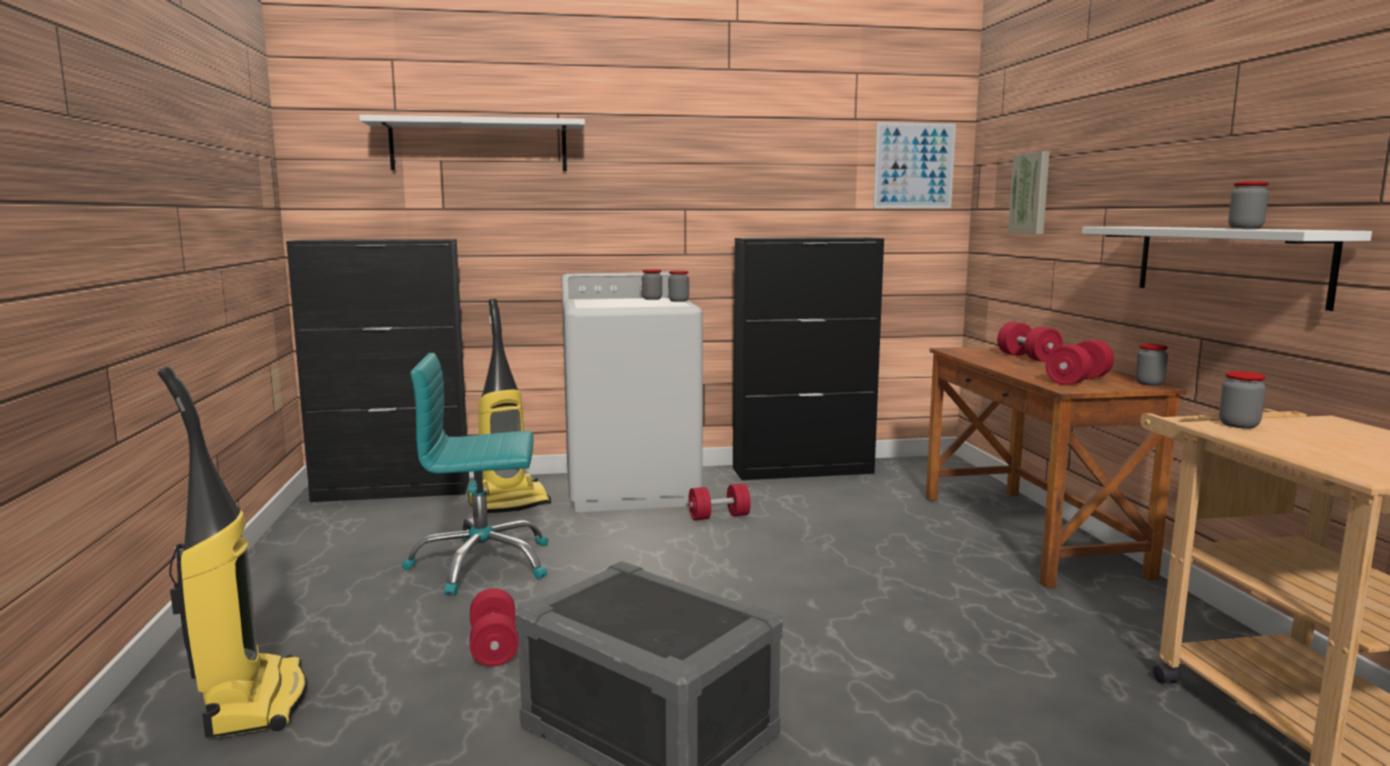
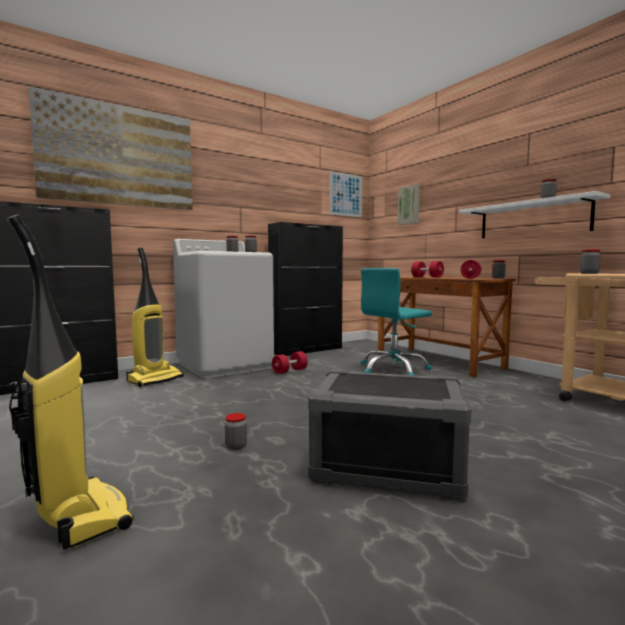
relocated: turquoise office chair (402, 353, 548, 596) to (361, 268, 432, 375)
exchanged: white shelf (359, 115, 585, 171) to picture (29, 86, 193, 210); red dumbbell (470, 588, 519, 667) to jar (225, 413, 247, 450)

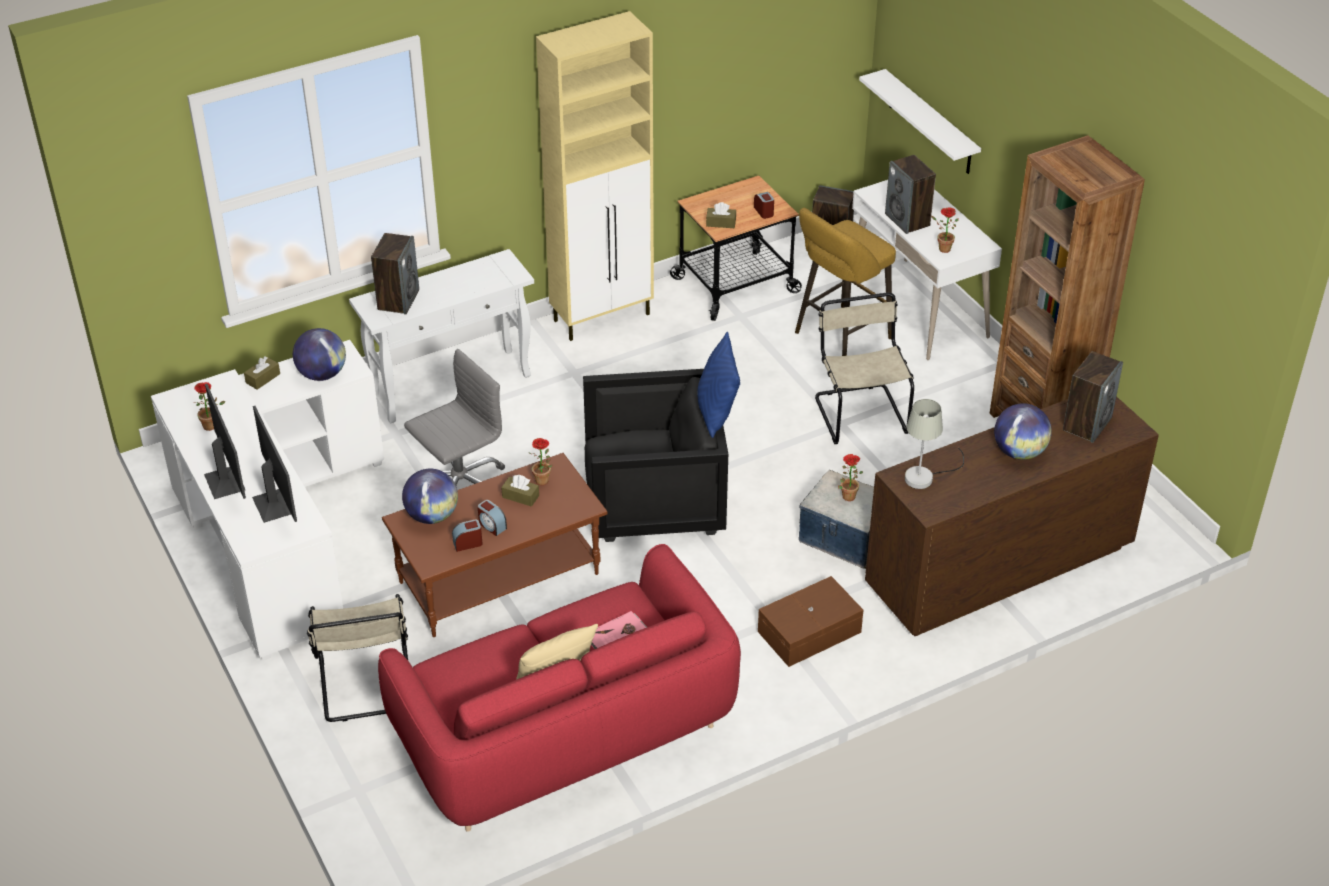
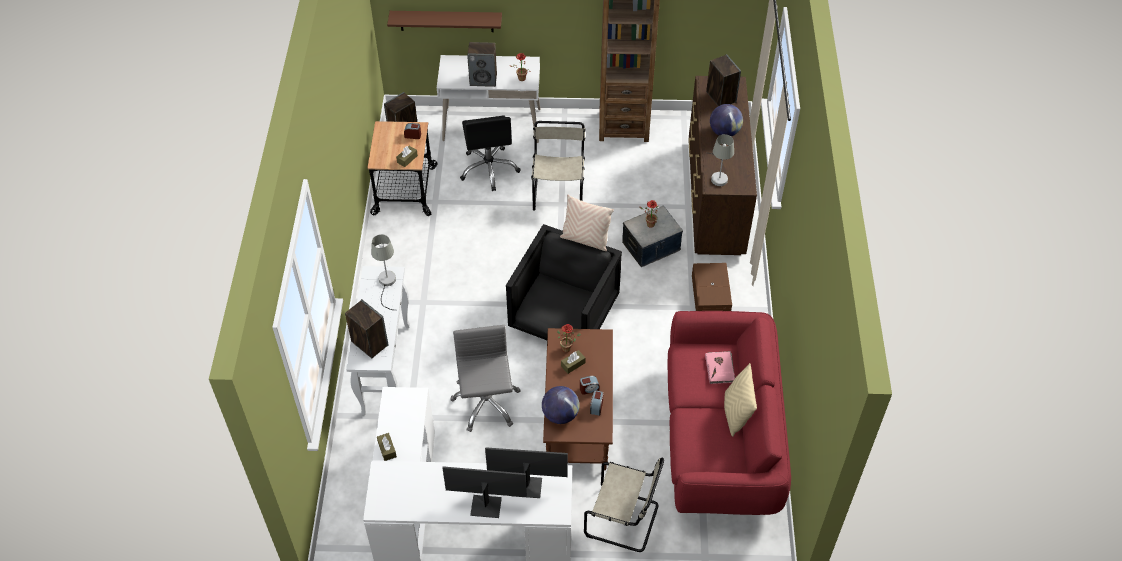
missing: potted plant (194, 382, 225, 431); globe (293, 328, 346, 381); beige cabinet (536, 11, 654, 341)
appeared: grey table lamp (371, 234, 396, 310)
exchanged: yellow stool (795, 208, 896, 356) to black office chair (460, 115, 521, 191)
colour: white shelf (859, 69, 981, 174) to brown shelf (387, 11, 502, 32); blue pillow (697, 332, 740, 438) to beige pillow (560, 195, 614, 251)
spun: beige chair (815, 293, 914, 444) = (531, 121, 586, 210) 75 degrees clockwise

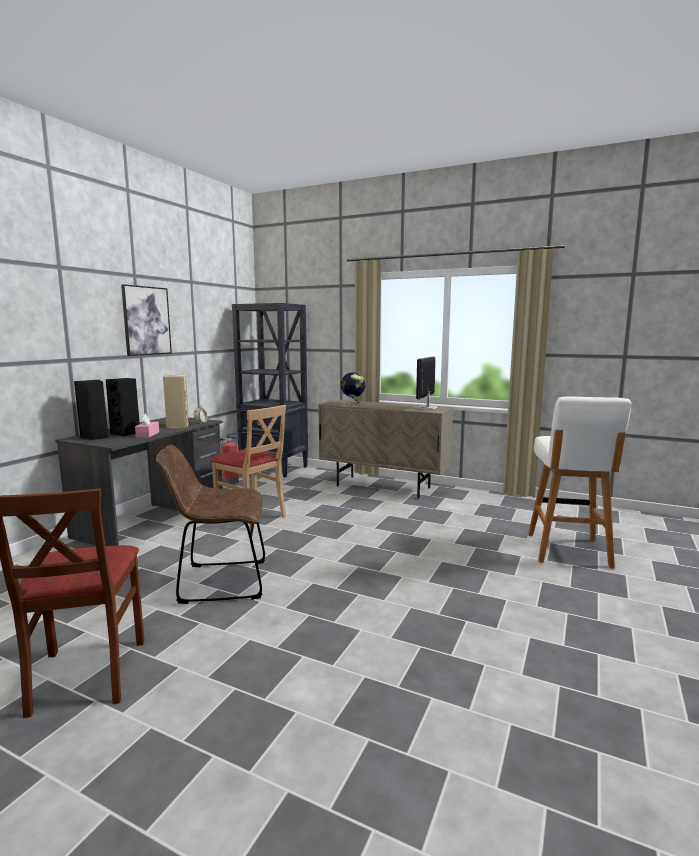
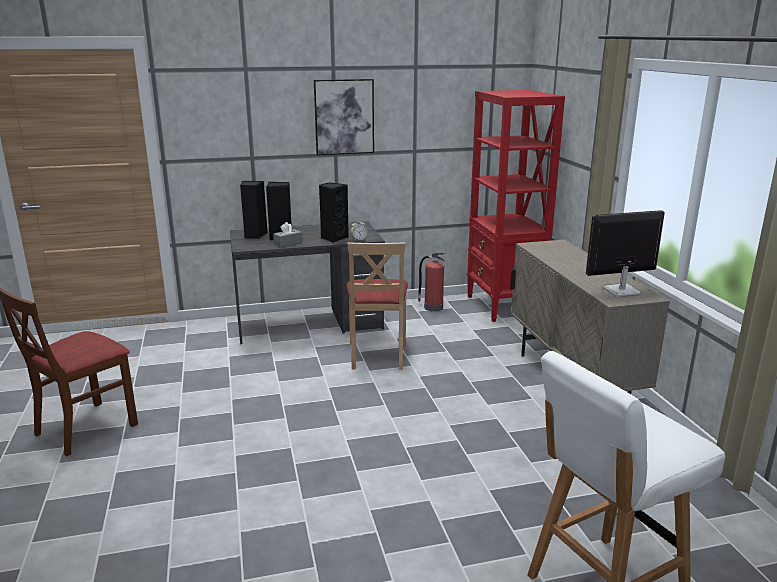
missing: brown chair (156, 445, 265, 604); globe (341, 372, 366, 406)
colour: pink tissue box (135, 414, 159, 438) to grey tissue box (273, 222, 302, 247); beige speaker (163, 375, 189, 428) to black speaker (319, 183, 349, 243); black bookcase (232, 303, 308, 477) to red bookcase (467, 90, 565, 322)

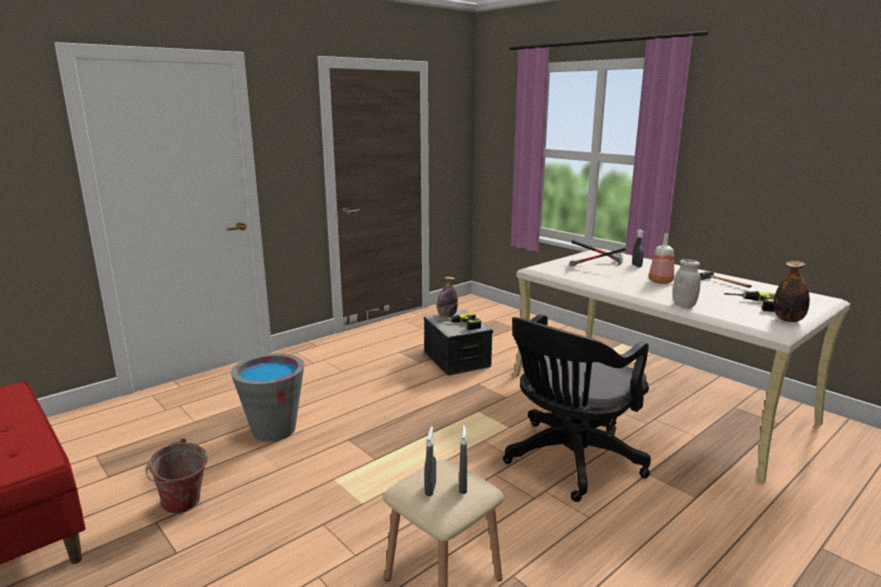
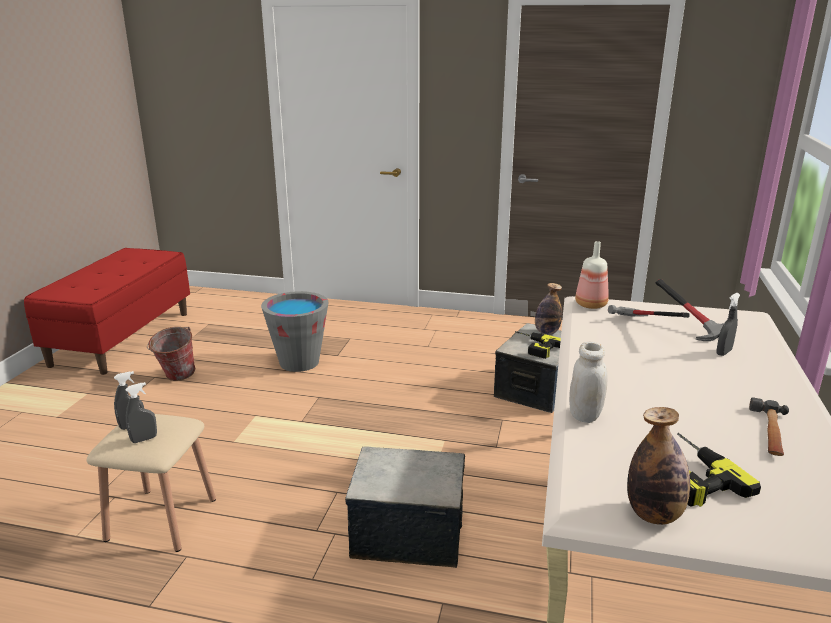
relocated: bottle (649, 234, 674, 284) to (575, 241, 609, 309)
exchanged: black office chair (503, 314, 651, 502) to storage box (345, 447, 465, 568)

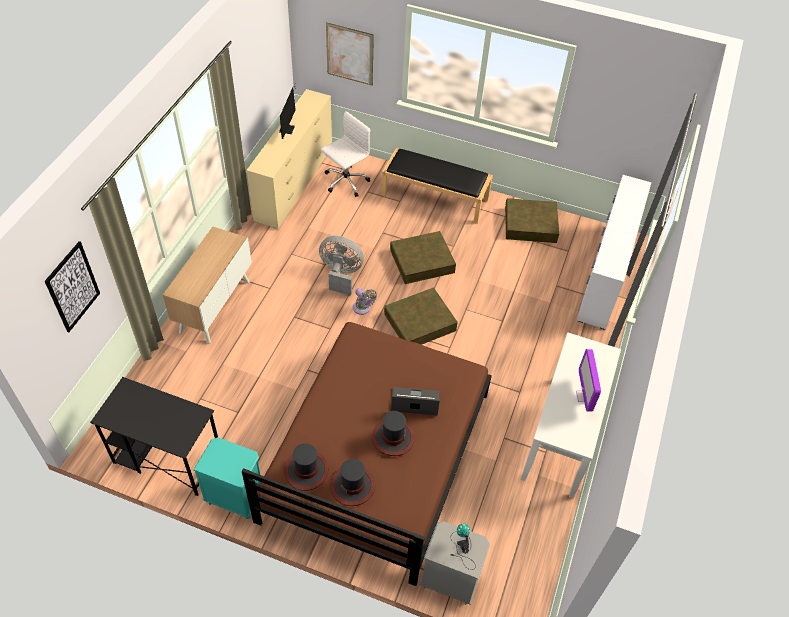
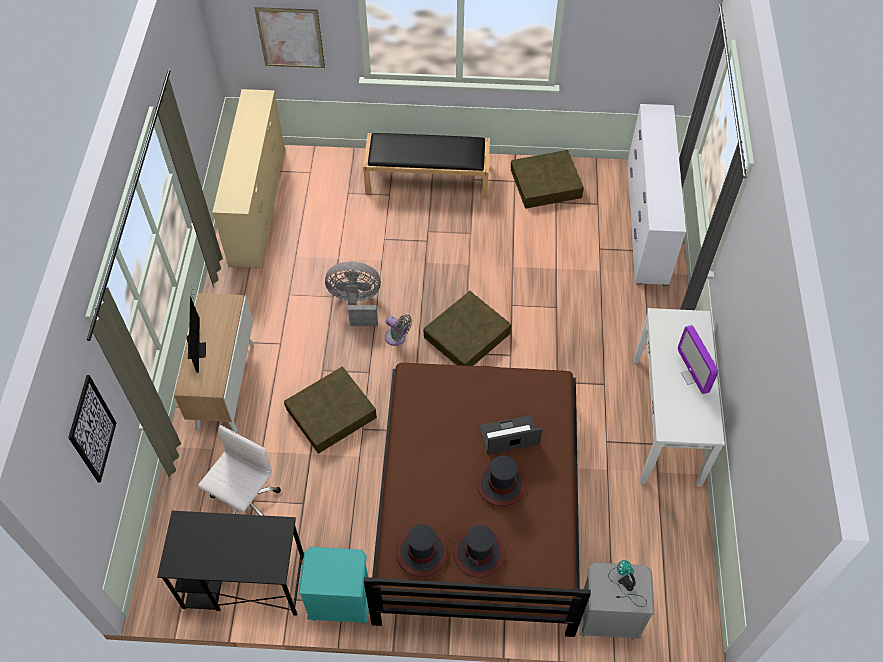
relocated: monitor (279, 83, 298, 139) to (186, 287, 206, 373); white office chair (321, 111, 370, 197) to (198, 425, 281, 516); brown storage box (390, 231, 456, 284) to (284, 366, 377, 454)

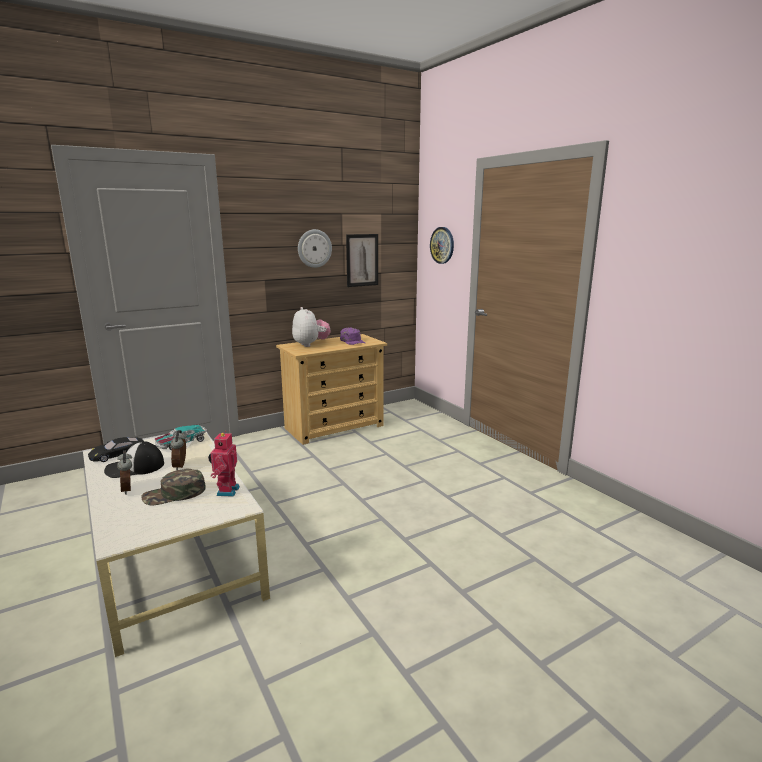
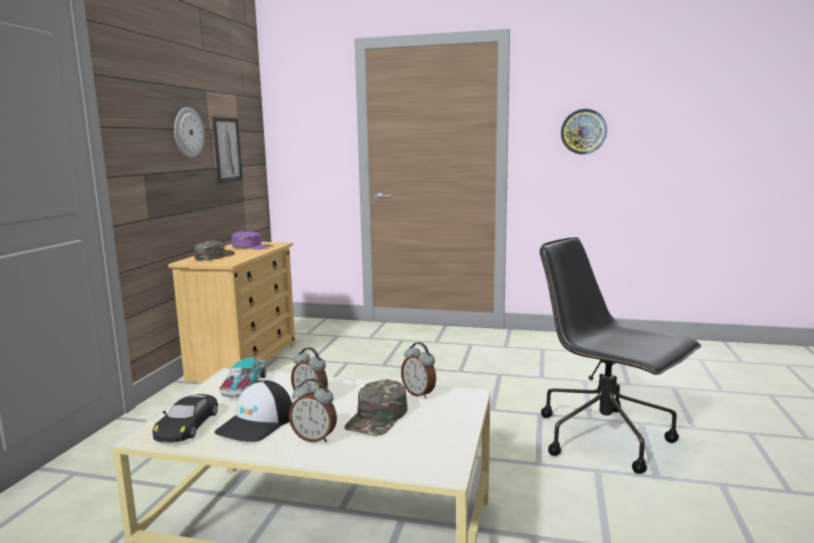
appeared: black office chair (540, 237, 701, 474)
relocated: wall clock (430, 227, 454, 264) to (561, 109, 607, 154)
exchanged: plush toy (292, 307, 330, 347) to green cap (194, 241, 235, 260); toy robot (208, 431, 240, 497) to alarm clock (401, 342, 436, 399)

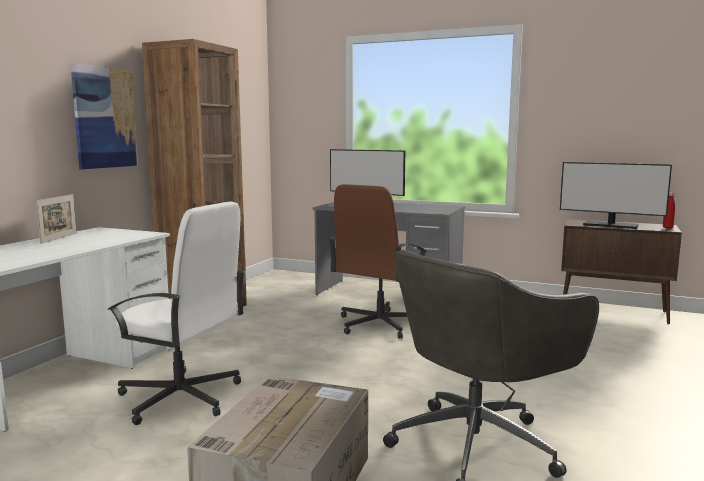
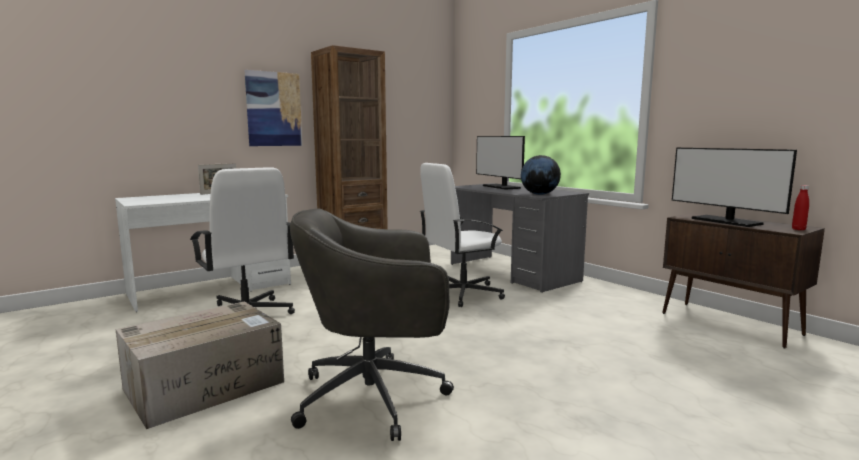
appeared: globe (521, 155, 561, 195)
colour: brown office chair (329, 184, 427, 339) to white office chair (420, 163, 505, 307)

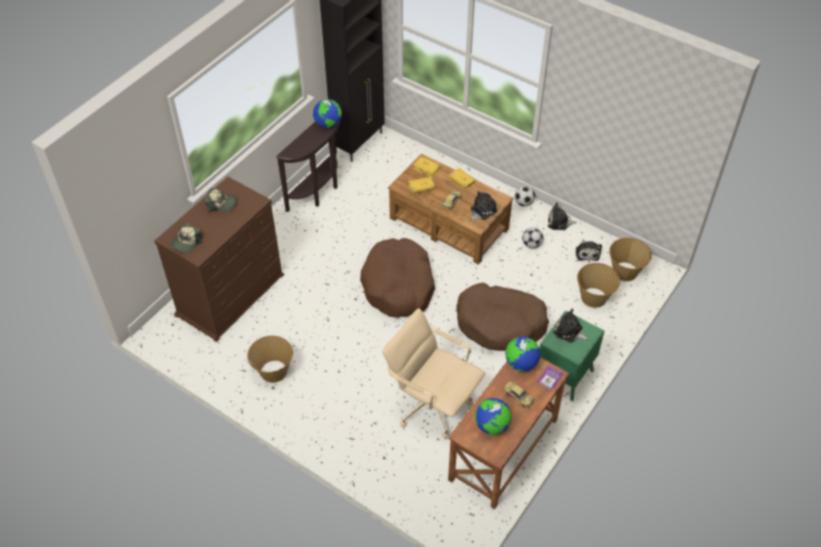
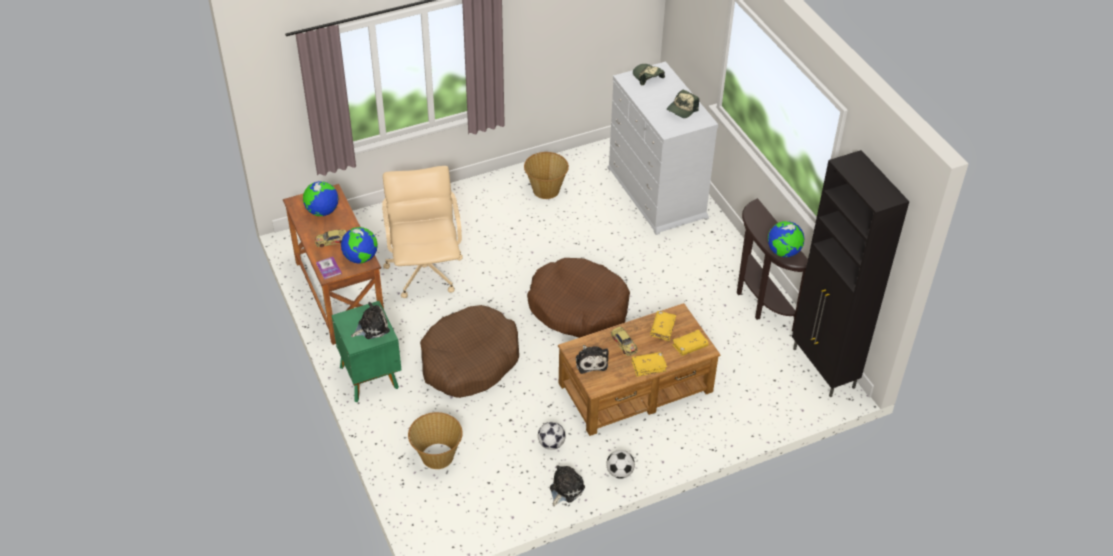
missing: plush toy (576, 240, 602, 261); basket (609, 238, 652, 281)
colour: brown dresser (154, 177, 284, 342) to white dresser (608, 61, 718, 235)
spun: beige office chair (382, 308, 485, 439) = (382, 166, 463, 298) 75 degrees counterclockwise

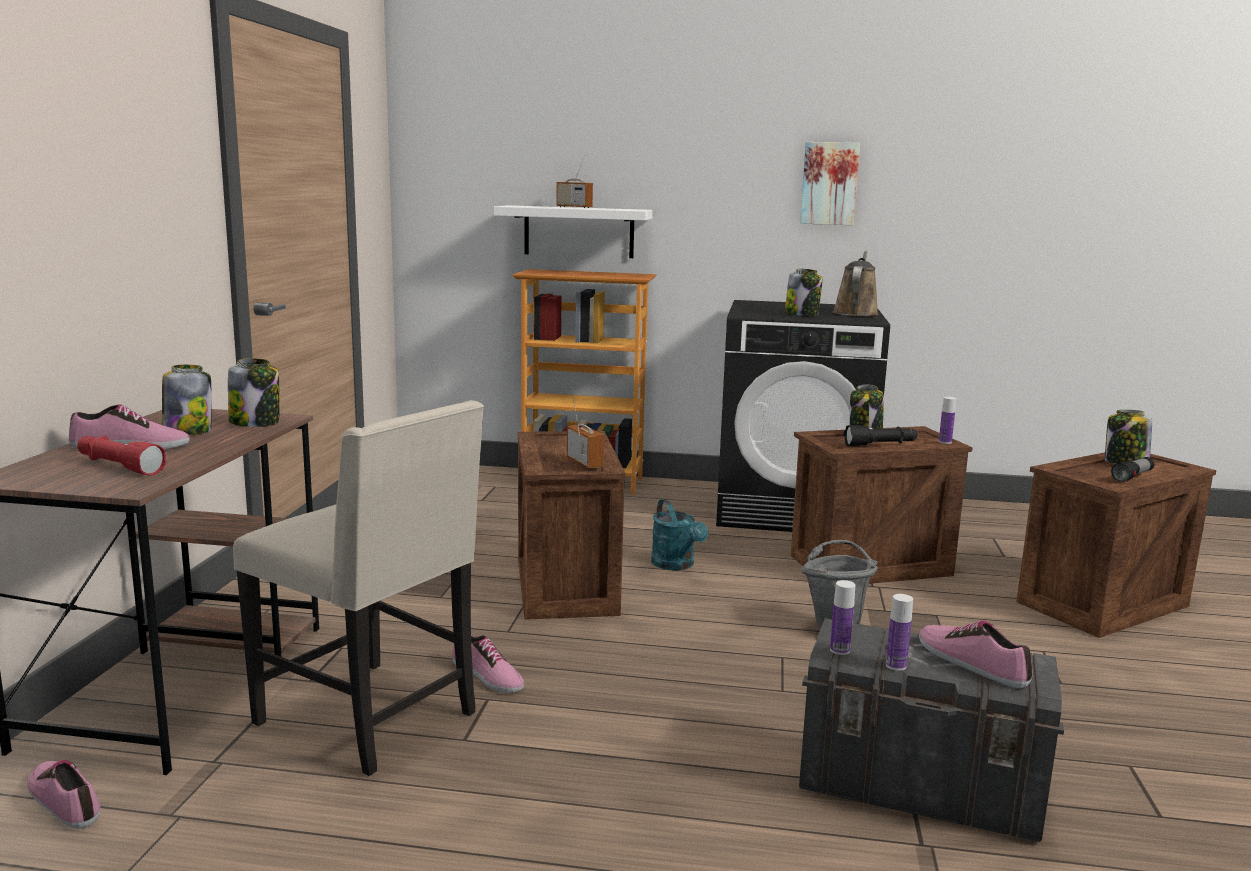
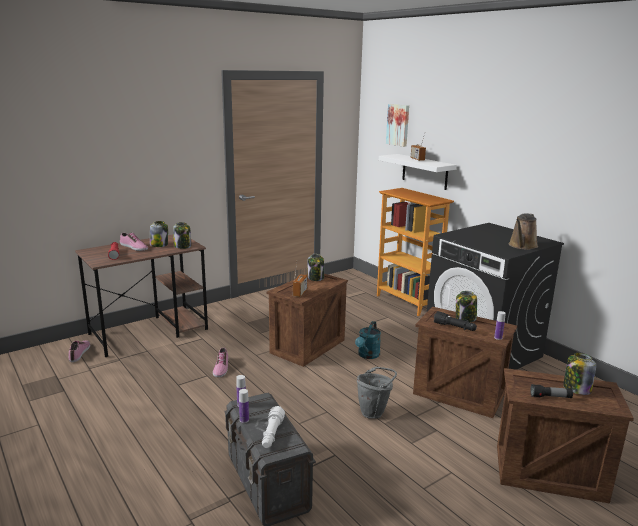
missing: beige chair (233, 400, 484, 776)
relocated: jar (785, 269, 822, 316) to (308, 254, 324, 281); picture (800, 142, 860, 225) to (386, 104, 409, 147)
exchanged: shoe (919, 621, 1032, 688) to white flashlight (262, 406, 285, 448)
spun: brown watering can (832, 251, 879, 316) = (509, 214, 538, 250) 150 degrees clockwise

